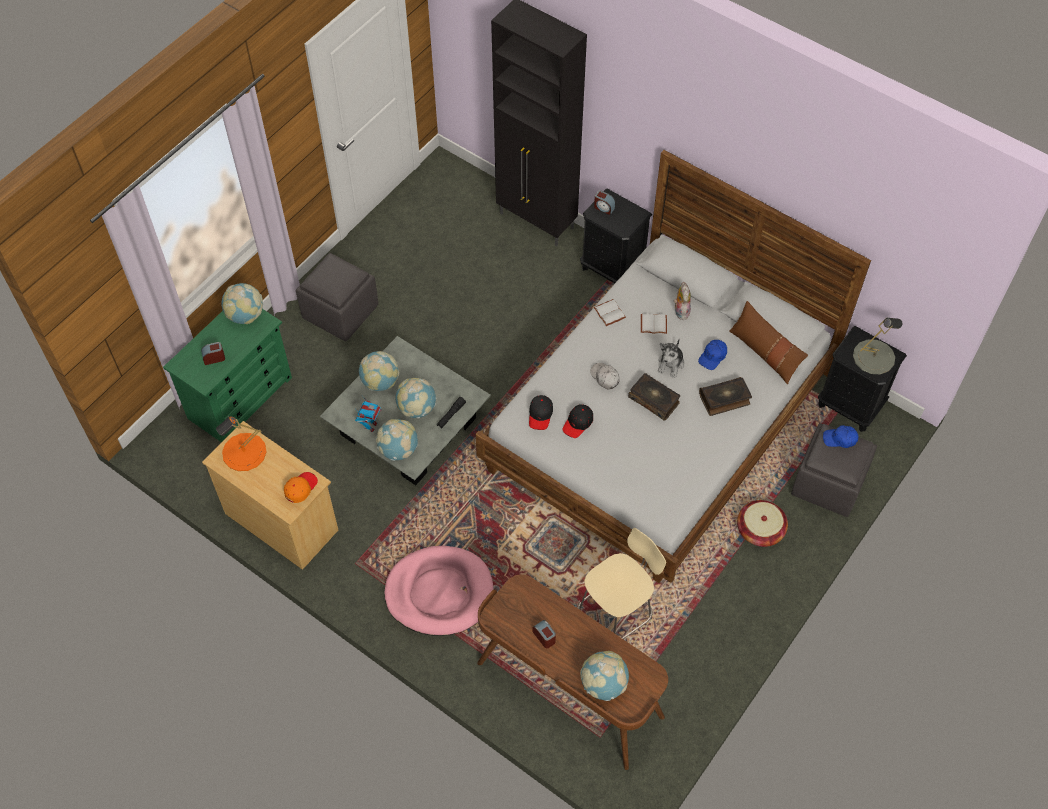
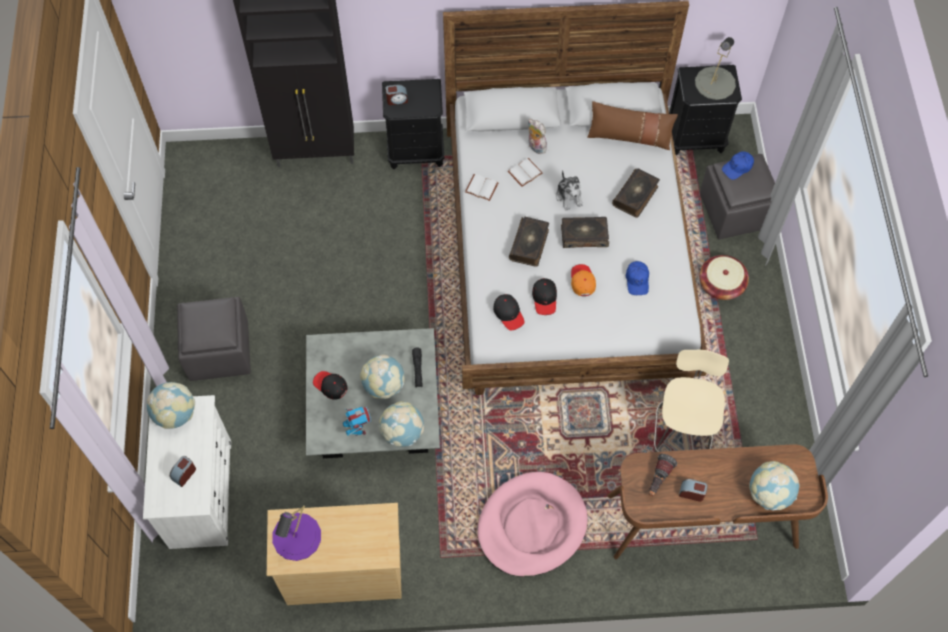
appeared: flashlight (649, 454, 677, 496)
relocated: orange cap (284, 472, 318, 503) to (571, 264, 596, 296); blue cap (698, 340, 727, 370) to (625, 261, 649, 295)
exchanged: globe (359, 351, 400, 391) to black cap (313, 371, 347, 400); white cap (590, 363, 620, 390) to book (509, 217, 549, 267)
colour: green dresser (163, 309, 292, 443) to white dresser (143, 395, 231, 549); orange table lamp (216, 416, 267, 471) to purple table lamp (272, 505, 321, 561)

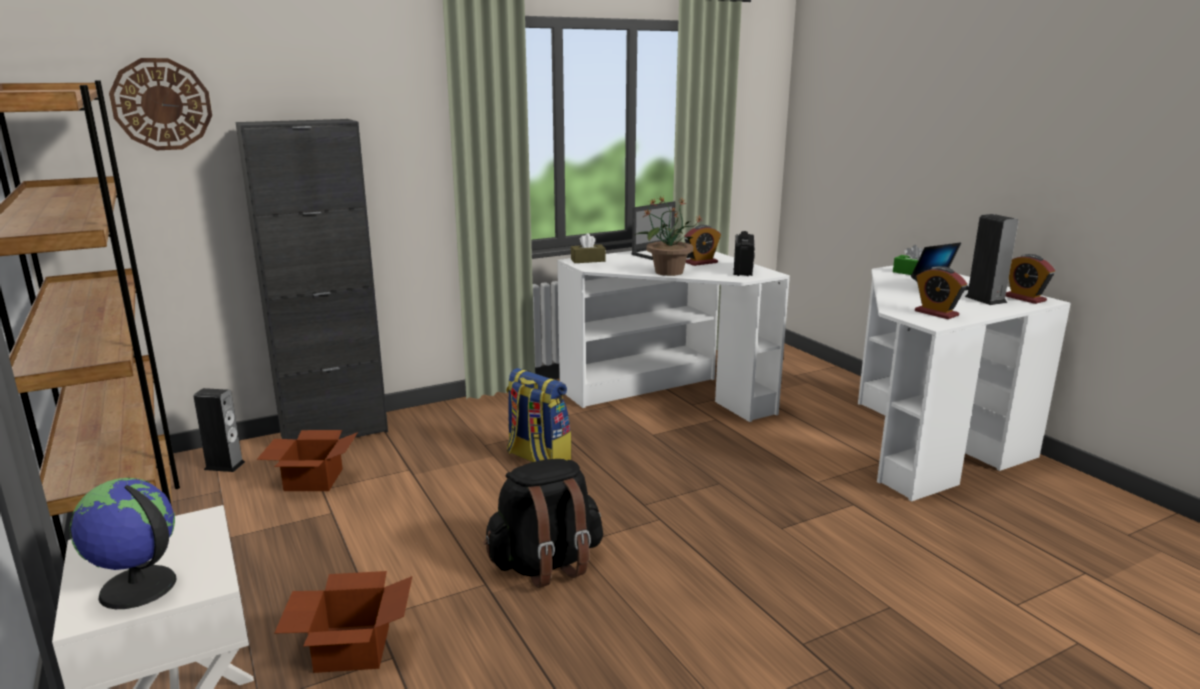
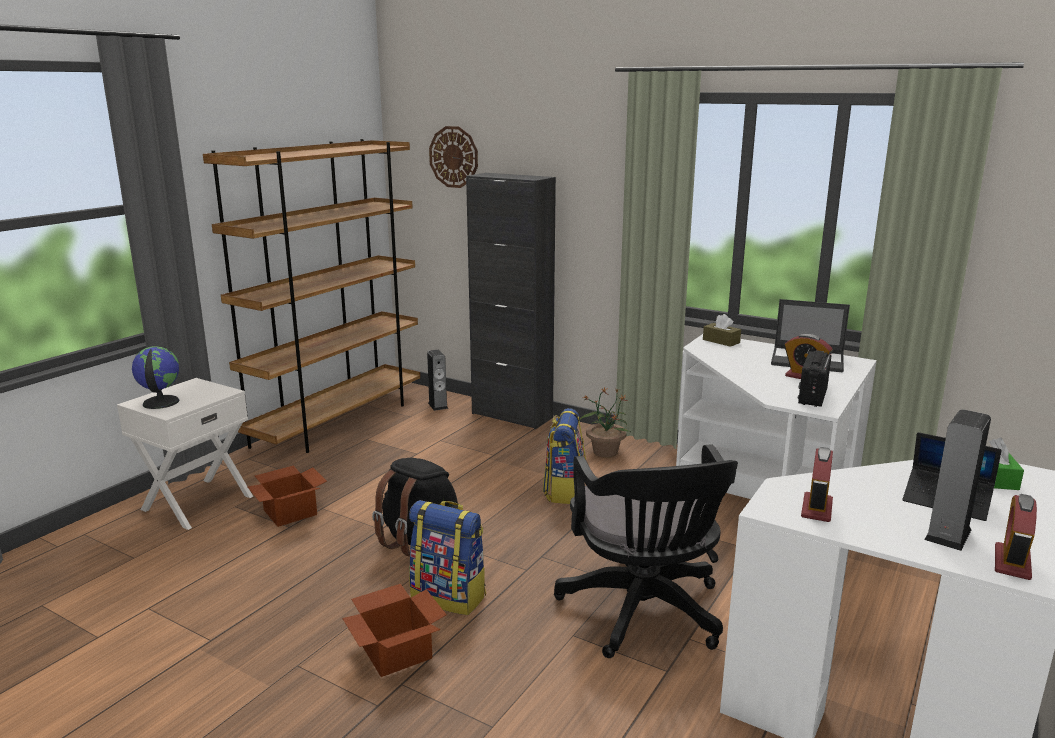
appeared: backpack (409, 500, 486, 615); black office chair (554, 444, 738, 658)
relocated: cardboard box (257, 430, 358, 491) to (342, 584, 447, 677); potted plant (635, 196, 704, 276) to (579, 387, 631, 457)
spun: radio (734, 231, 755, 276) = (798, 350, 832, 407) 135 degrees clockwise

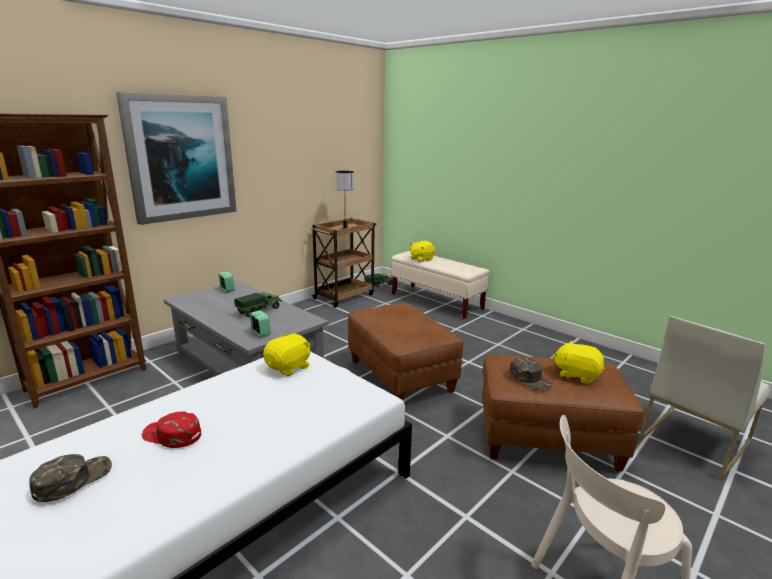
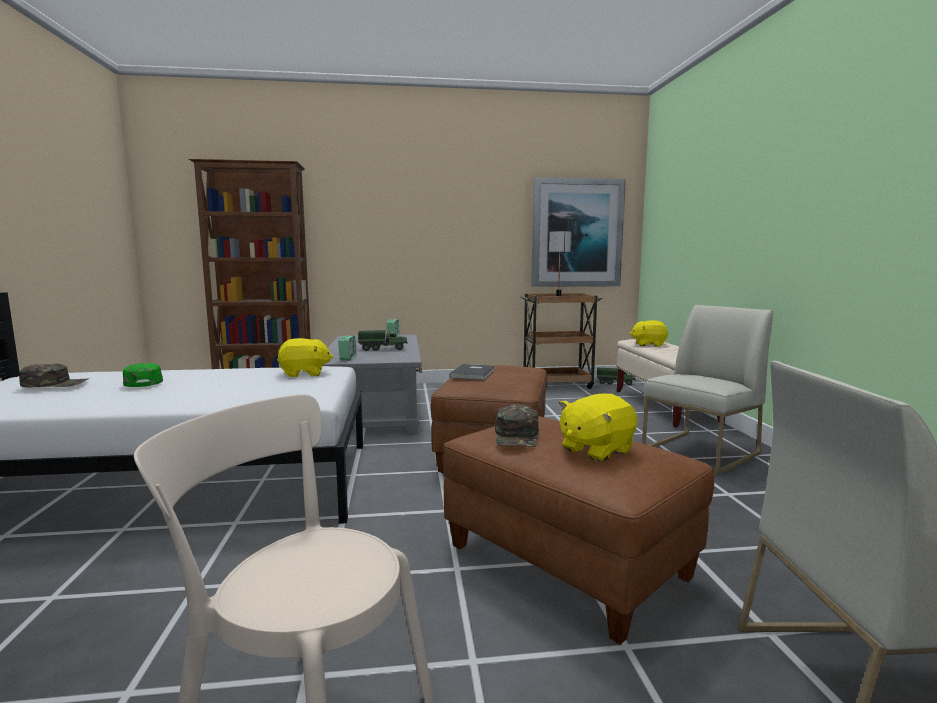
appeared: grey book (449, 364, 495, 380); white chair (642, 305, 773, 475)
relocated: picture (116, 92, 237, 225) to (531, 177, 626, 287)
colour: red cap (142, 411, 201, 448) to green cap (123, 363, 163, 387)
spun: yellow plush toy (552, 341, 605, 384) = (559, 394, 638, 462) 105 degrees counterclockwise

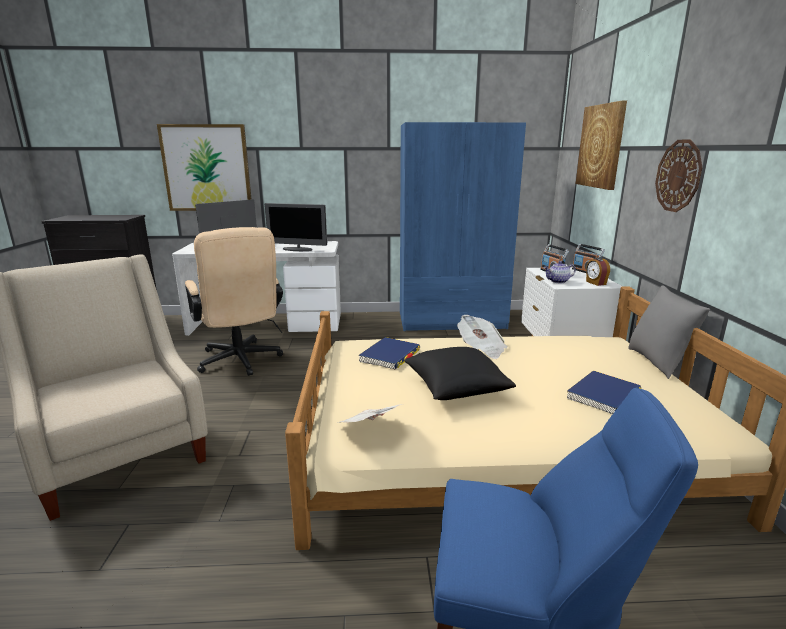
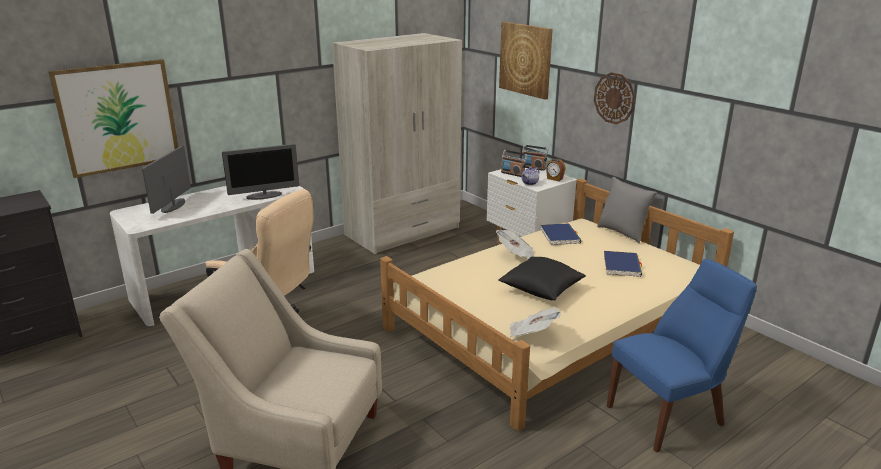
relocated: blue book (358, 337, 420, 369) to (541, 223, 581, 246)
colour: blue wardrobe (400, 122, 526, 331) to beige wardrobe (332, 33, 462, 254)

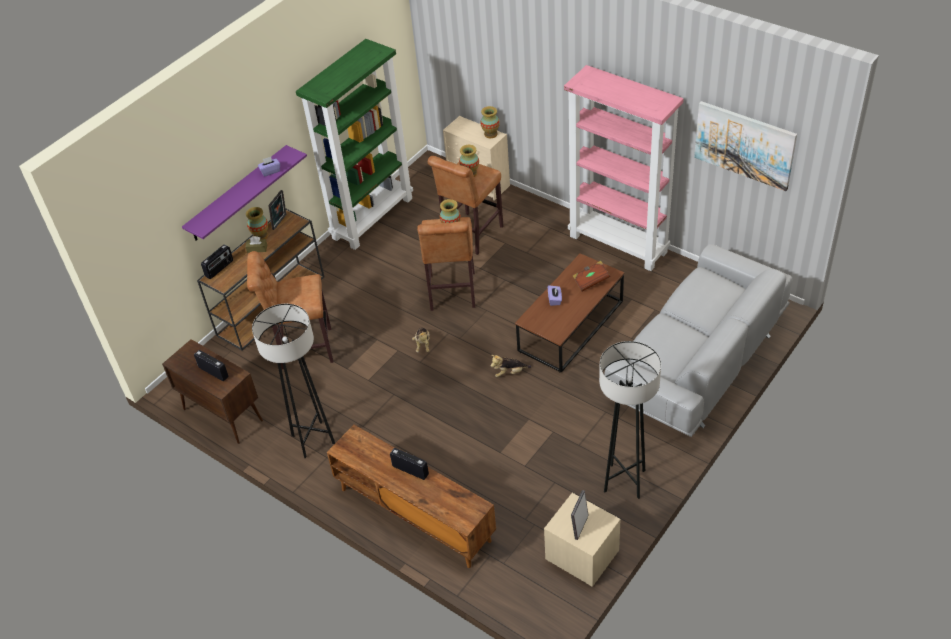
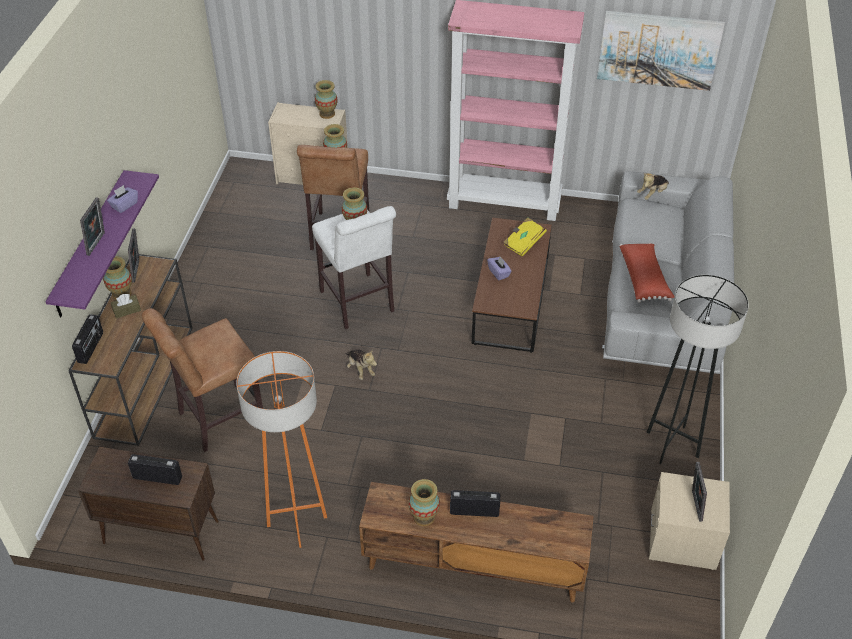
missing: green bookcase (296, 39, 413, 250)
appeared: picture frame (80, 197, 105, 256); vase (408, 479, 440, 526); red pillow (619, 243, 674, 303)
relocated: plush toy (491, 355, 531, 377) to (637, 173, 669, 200)
colour: grey floor lamp (252, 304, 335, 458) to orange floor lamp (236, 351, 327, 548); brown stool (417, 217, 475, 311) to white stool (312, 206, 396, 329); brown book (573, 261, 610, 291) to yellow book (503, 218, 547, 256)

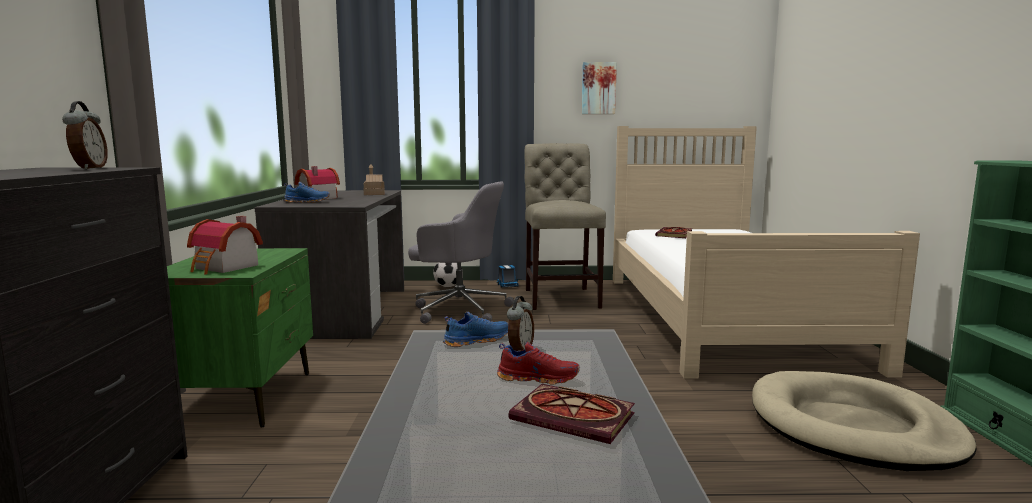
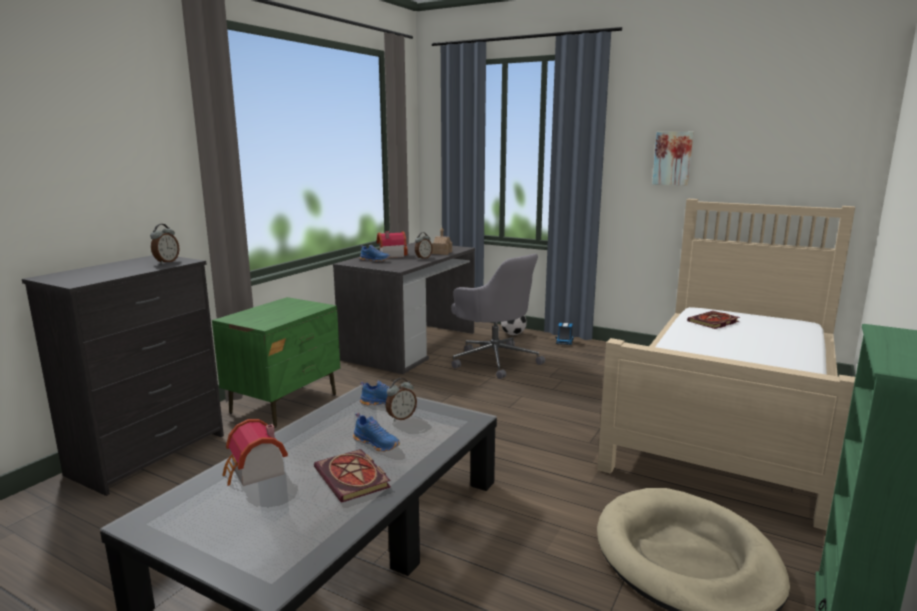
missing: beige chair (524, 143, 606, 310)
appeared: alarm clock (415, 232, 433, 259)
relocated: toy house (187, 216, 263, 274) to (222, 419, 288, 486)
colour: red shoe (497, 342, 580, 385) to blue shoe (353, 413, 400, 452)

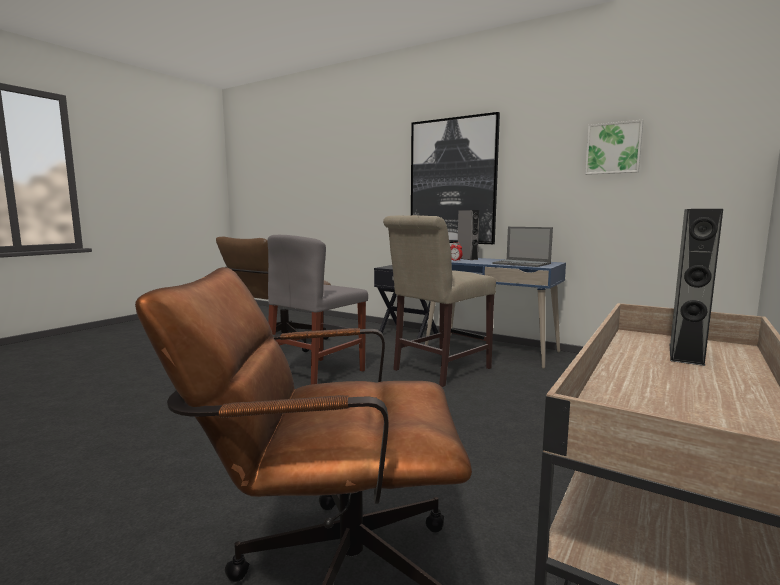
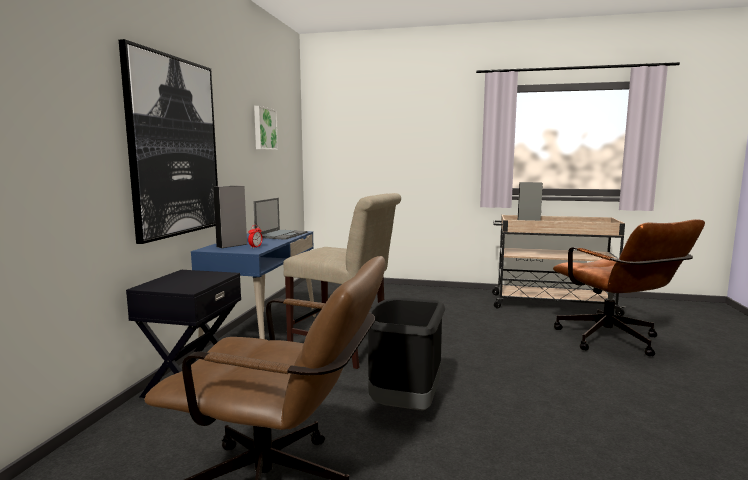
exchanged: grey chair (267, 235, 368, 385) to black trash can (368, 298, 445, 411)

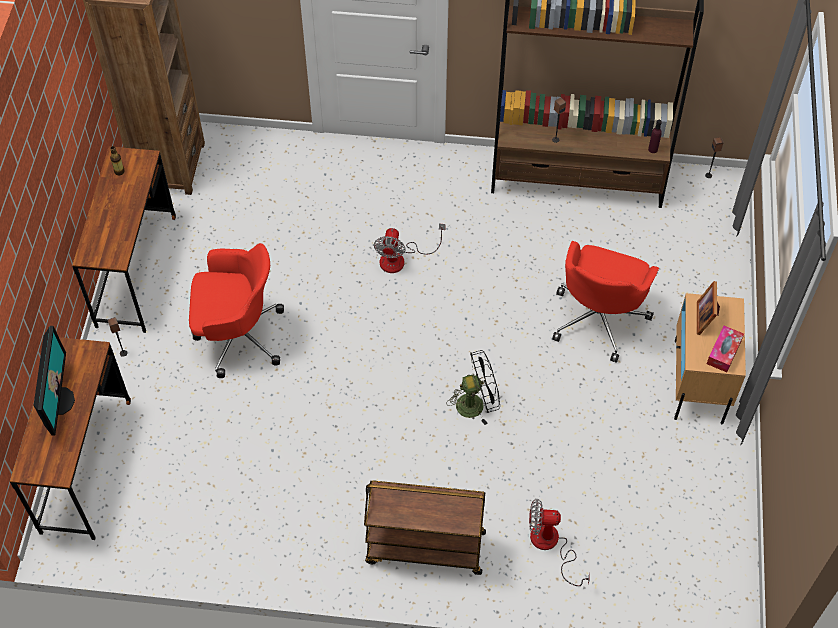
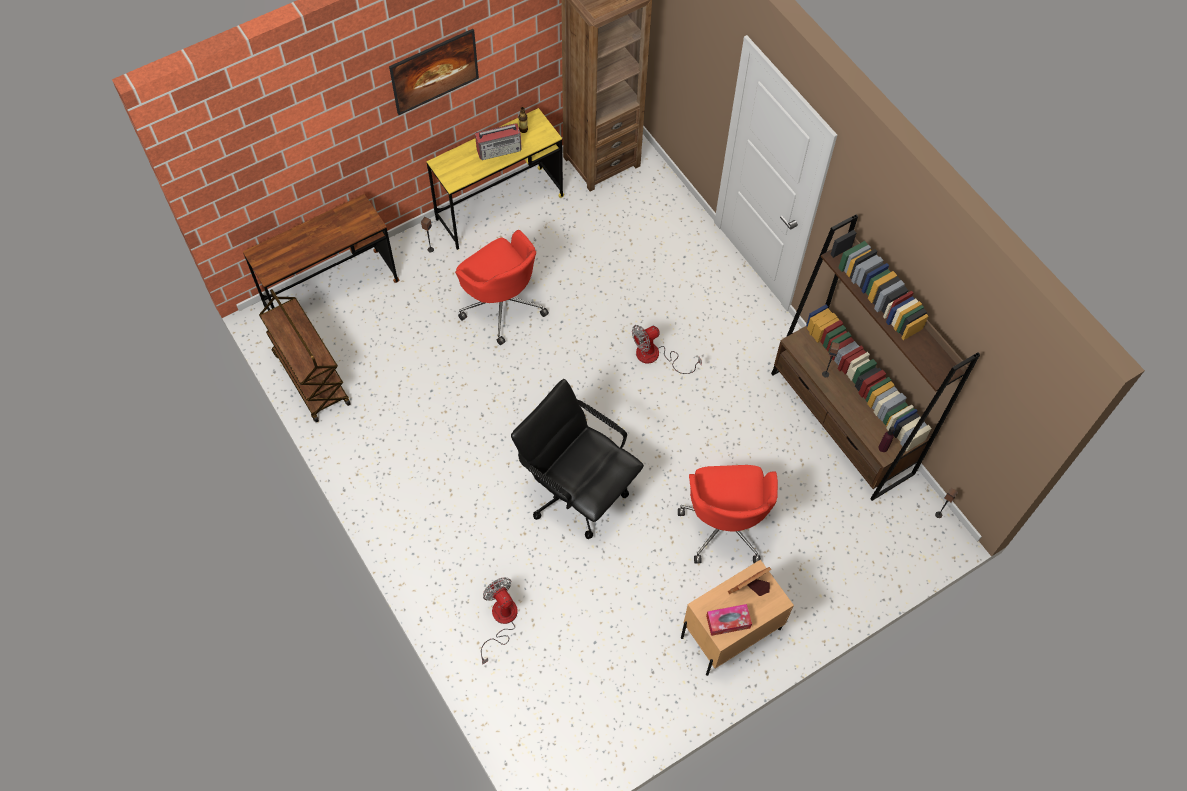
missing: monitor (34, 326, 75, 435)
appeared: picture (389, 29, 479, 115); radio (475, 123, 522, 160)
relocated: brown cart (364, 480, 486, 575) to (259, 289, 351, 422)
exchanged: black fan (447, 350, 500, 425) to black office chair (511, 379, 644, 539)
colour: brown desk (72, 146, 176, 333) to yellow desk (427, 108, 564, 250)
spun: red office chair (552, 241, 659, 363) = (678, 465, 778, 564) 75 degrees counterclockwise

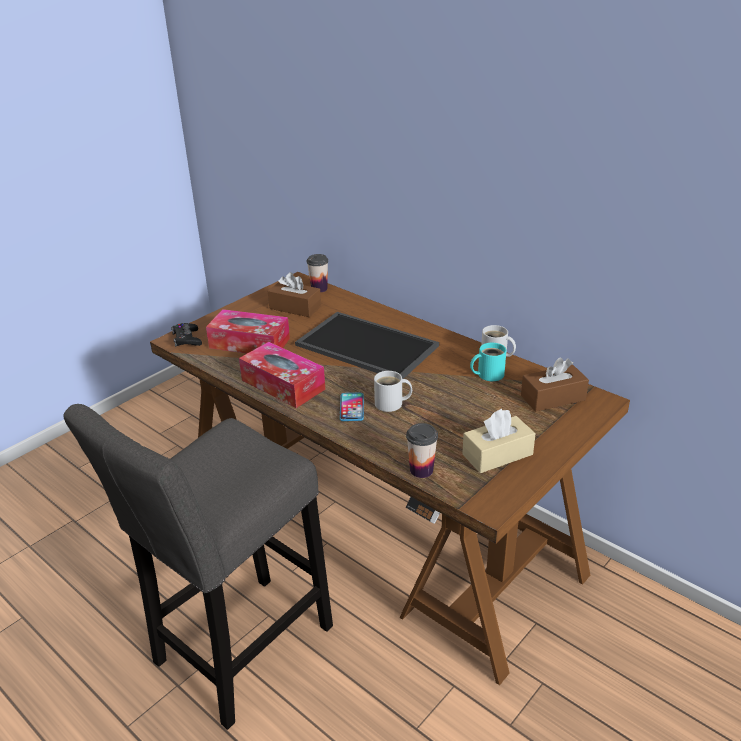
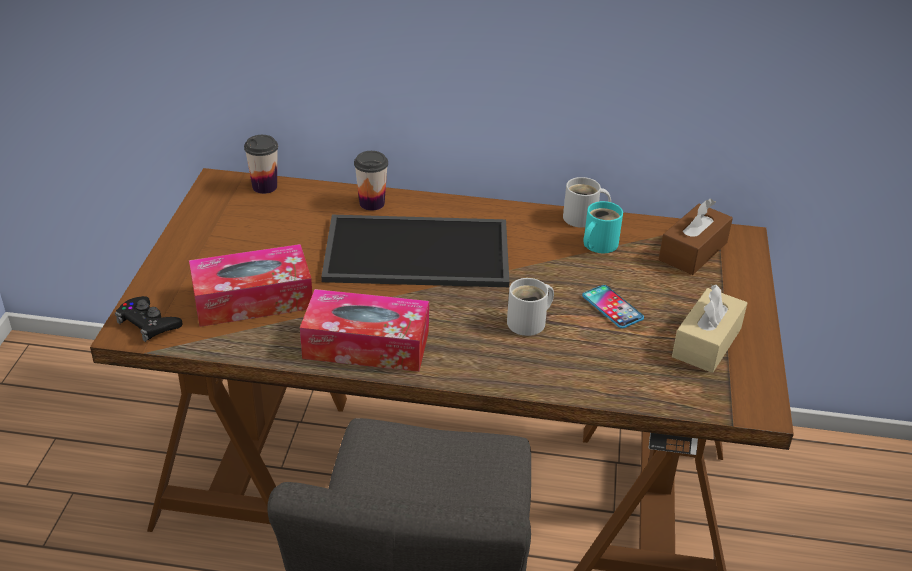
missing: brown tissue box (268, 272, 321, 317)
relocated: cup (406, 423, 438, 478) to (354, 151, 388, 211); phone (340, 392, 364, 421) to (582, 285, 644, 328)

